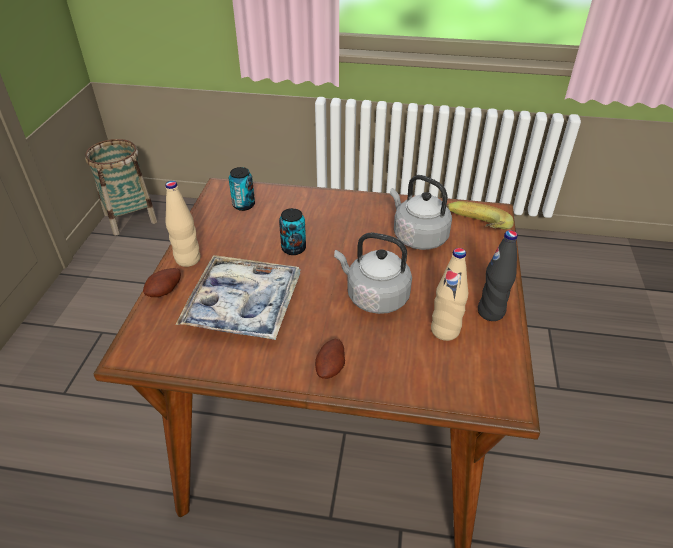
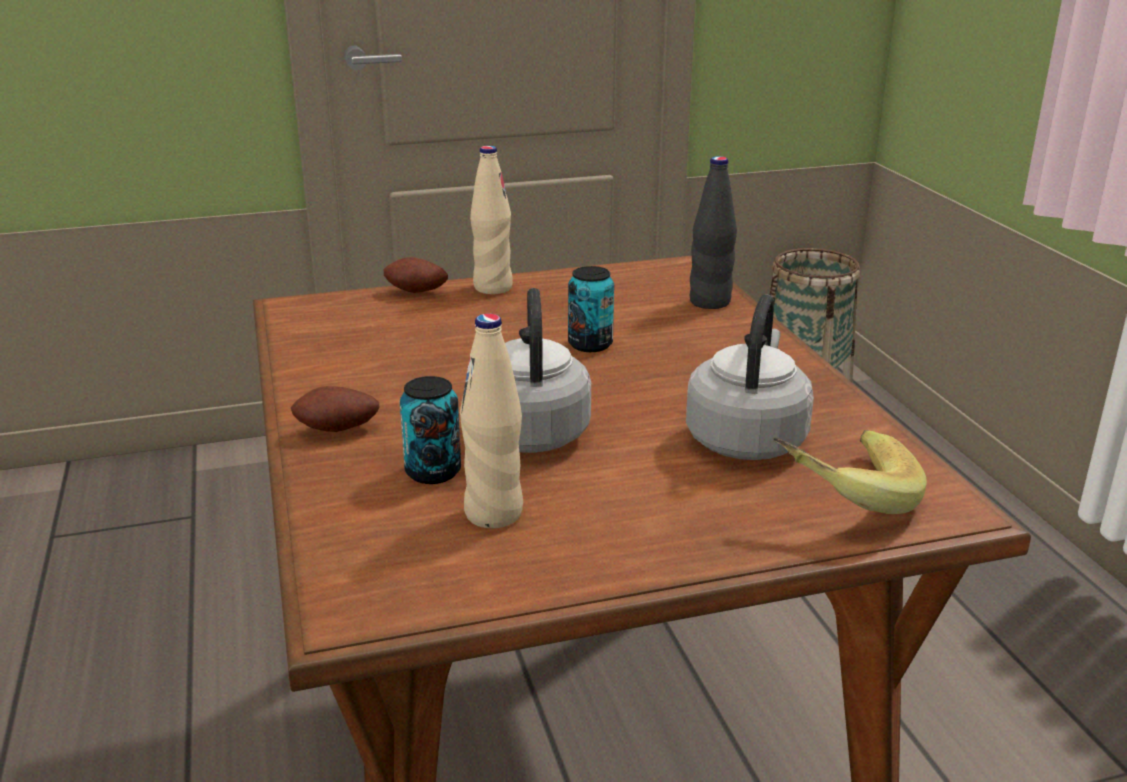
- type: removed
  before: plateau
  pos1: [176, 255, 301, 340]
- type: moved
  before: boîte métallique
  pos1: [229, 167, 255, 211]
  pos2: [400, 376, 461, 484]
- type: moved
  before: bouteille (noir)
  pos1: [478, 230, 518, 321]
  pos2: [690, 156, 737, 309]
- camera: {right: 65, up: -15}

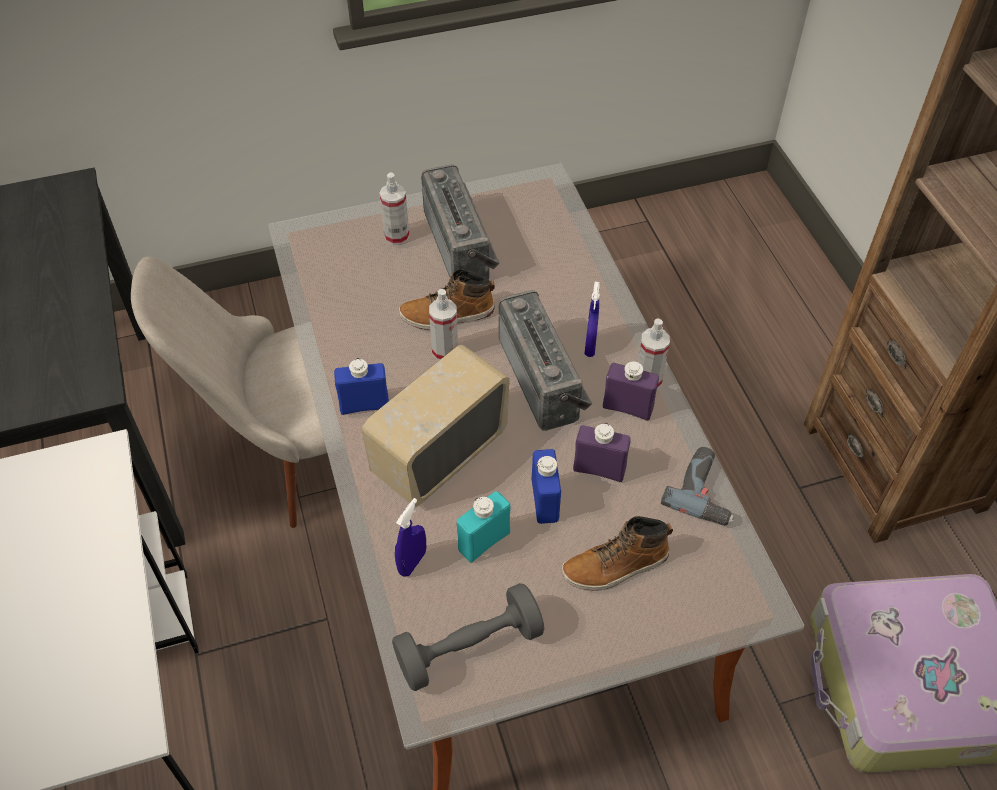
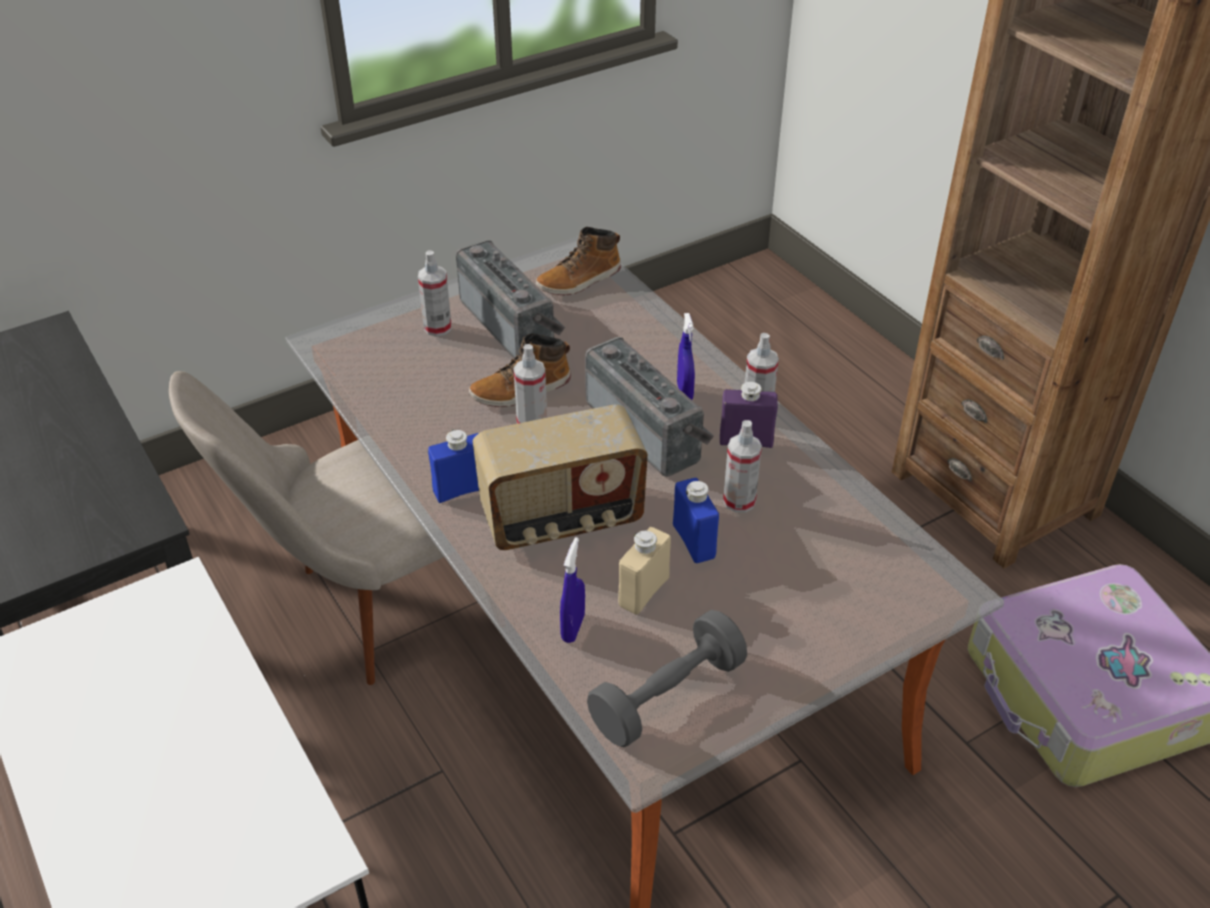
- type: turned
  before: radio
  pos1: [362, 345, 509, 507]
  pos2: [473, 404, 648, 550]
  turn: -135
- type: recoloured
  before: bouteille (turquoise)
  after: bouteille (beige)
  pos1: [457, 491, 510, 562]
  pos2: [618, 527, 671, 615]
- type: moved
  before: botte
  pos1: [561, 516, 673, 590]
  pos2: [536, 227, 621, 295]
- type: replaced
  before: bouteille (violet)
  after: vaporisateur
  pos1: [573, 423, 631, 482]
  pos2: [723, 420, 762, 513]
- type: removed
  before: perceuse
  pos1: [661, 447, 734, 526]
- camera: {right: -15, up: -10}

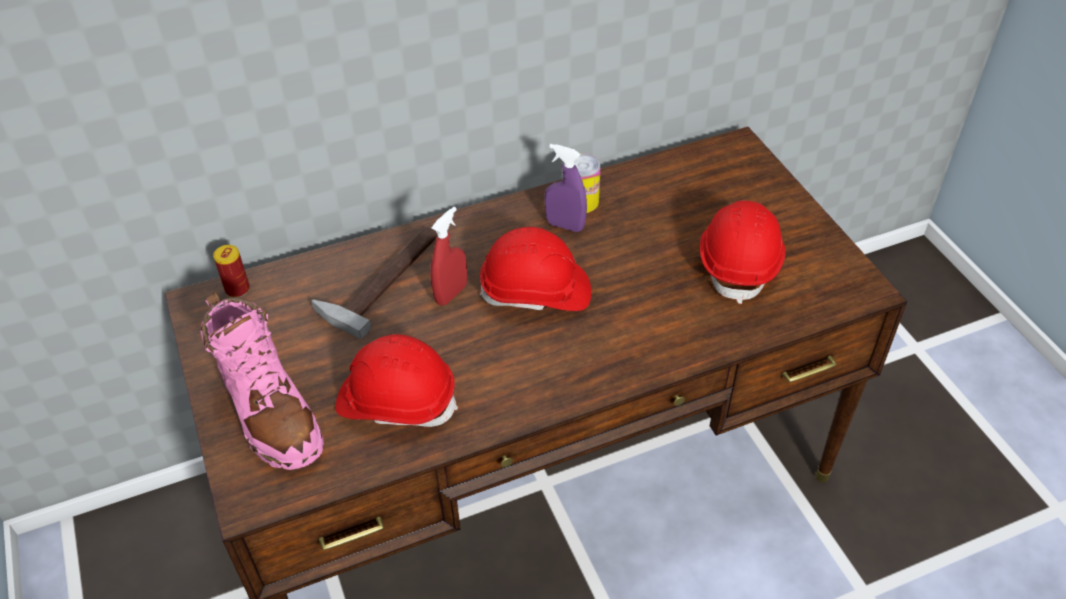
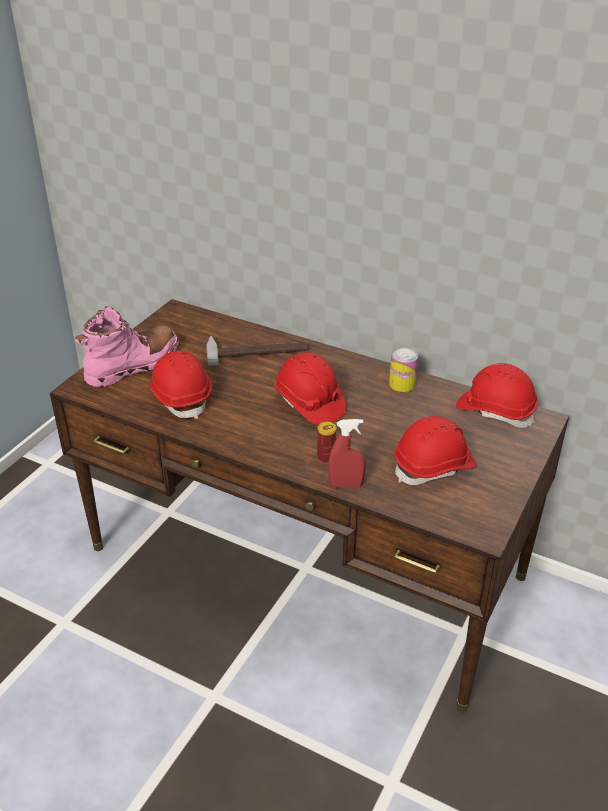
- type: turned
  before: botte (rose)
  pos1: [200, 292, 324, 470]
  pos2: [75, 306, 178, 387]
  turn: -150
- type: moved
  before: boîte métallique
  pos1: [213, 245, 250, 298]
  pos2: [317, 422, 337, 464]
- type: moved
  before: vaporisateur (rouge)
  pos1: [430, 207, 467, 306]
  pos2: [328, 419, 366, 488]
- type: removed
  before: vaporisateur (violet)
  pos1: [544, 144, 587, 232]
- type: added
  after: casque de chantier (rouge)
  pos2: [456, 363, 538, 428]
- camera: {right: 50, up: -10}

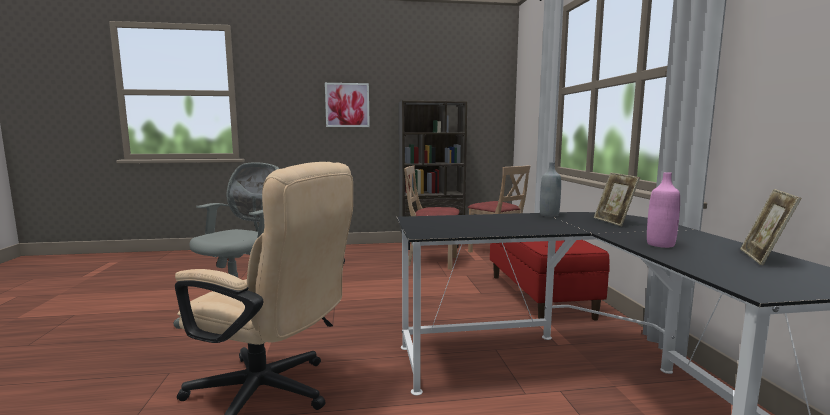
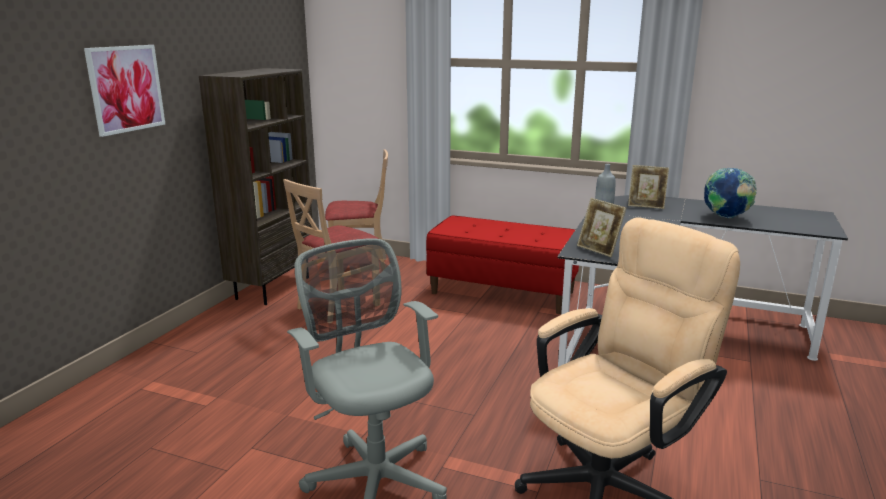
- type: replaced
  before: bouteille (rose)
  after: globe
  pos1: [647, 172, 680, 248]
  pos2: [704, 168, 757, 218]
- type: moved
  before: cadre photo
  pos1: [740, 189, 802, 265]
  pos2: [577, 198, 626, 257]
- camera: {right: -60, up: 10}

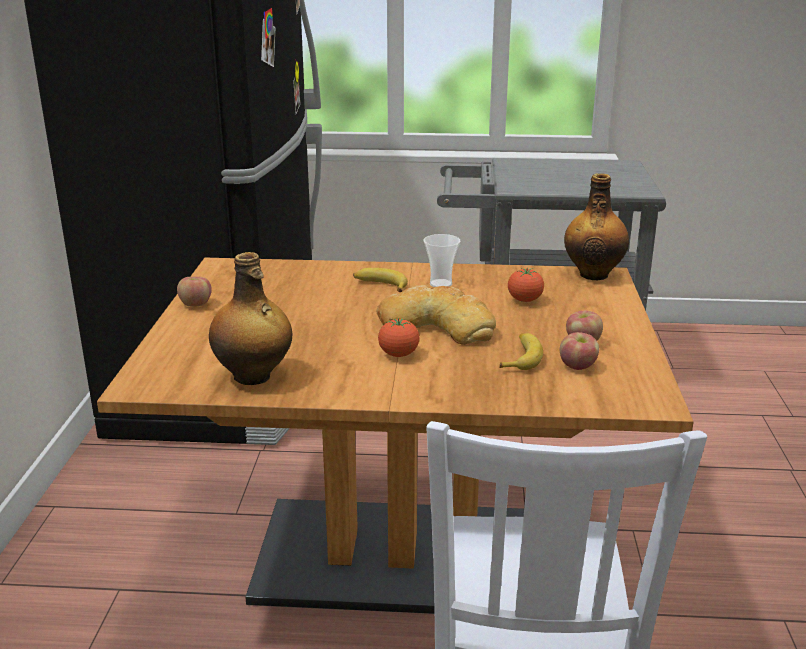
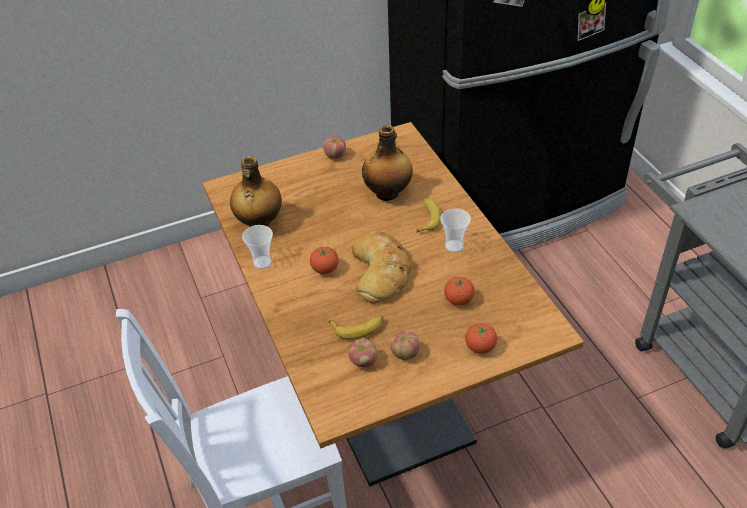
- type: moved
  before: bouteille
  pos1: [564, 173, 629, 280]
  pos2: [362, 125, 413, 201]
- type: added
  after: tasse
  pos2: [242, 225, 273, 269]
- type: added
  after: tomate
  pos2: [465, 323, 497, 354]
- camera: {right: 65, up: 20}

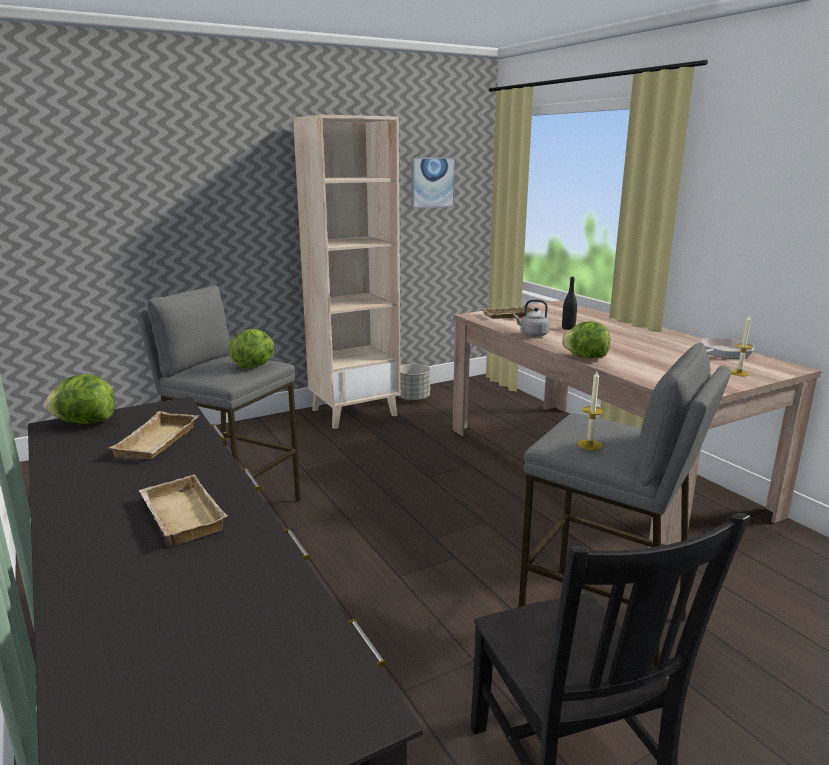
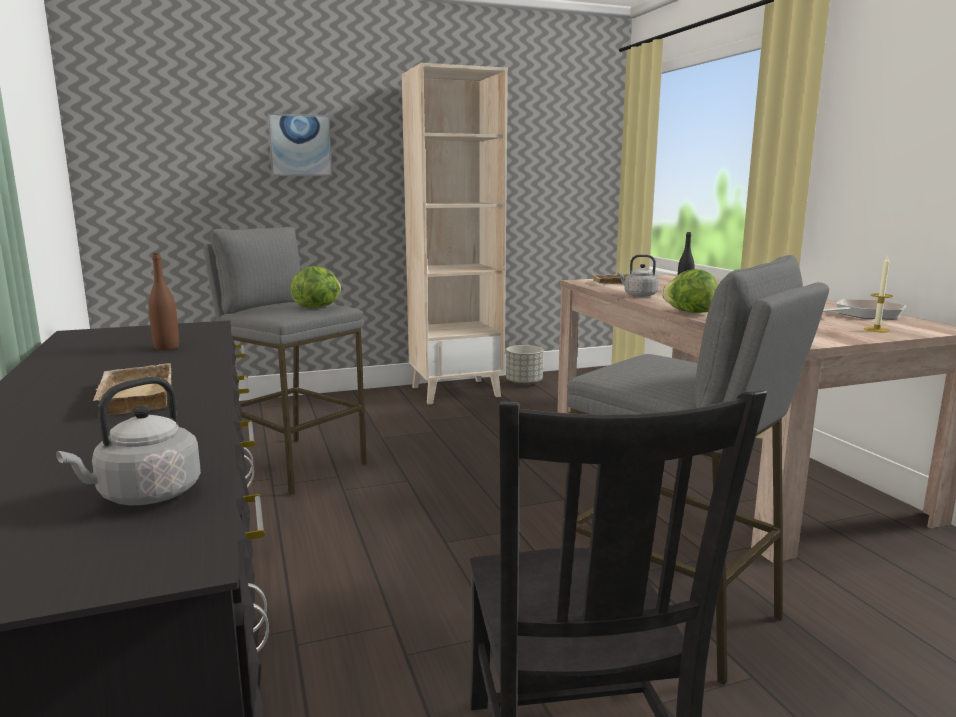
- type: removed
  before: laitue
  pos1: [45, 374, 115, 424]
- type: replaced
  before: plateau (beige)
  after: bouteille (marron)
  pos1: [109, 411, 199, 459]
  pos2: [148, 253, 179, 350]
- type: moved
  before: tableau
  pos1: [411, 157, 455, 209]
  pos2: [268, 113, 332, 176]
- type: removed
  before: bougie
  pos1: [577, 371, 604, 450]
- type: added
  after: bouilloire (gris)
  pos2: [56, 377, 201, 505]
- camera: {right: 10, up: -5}

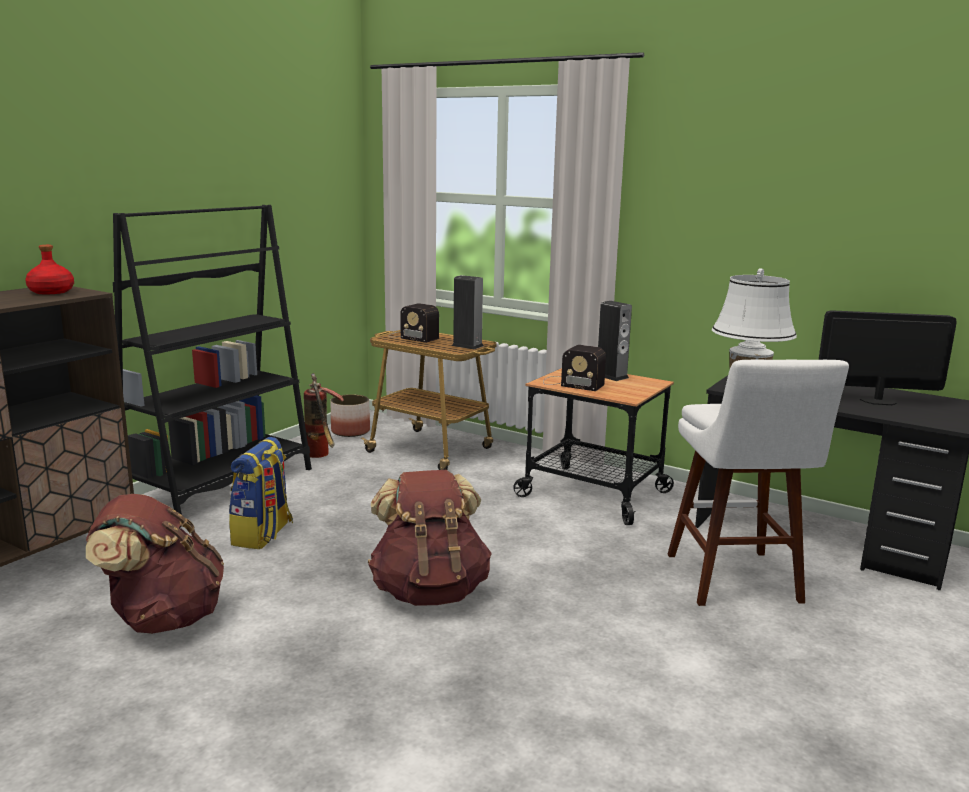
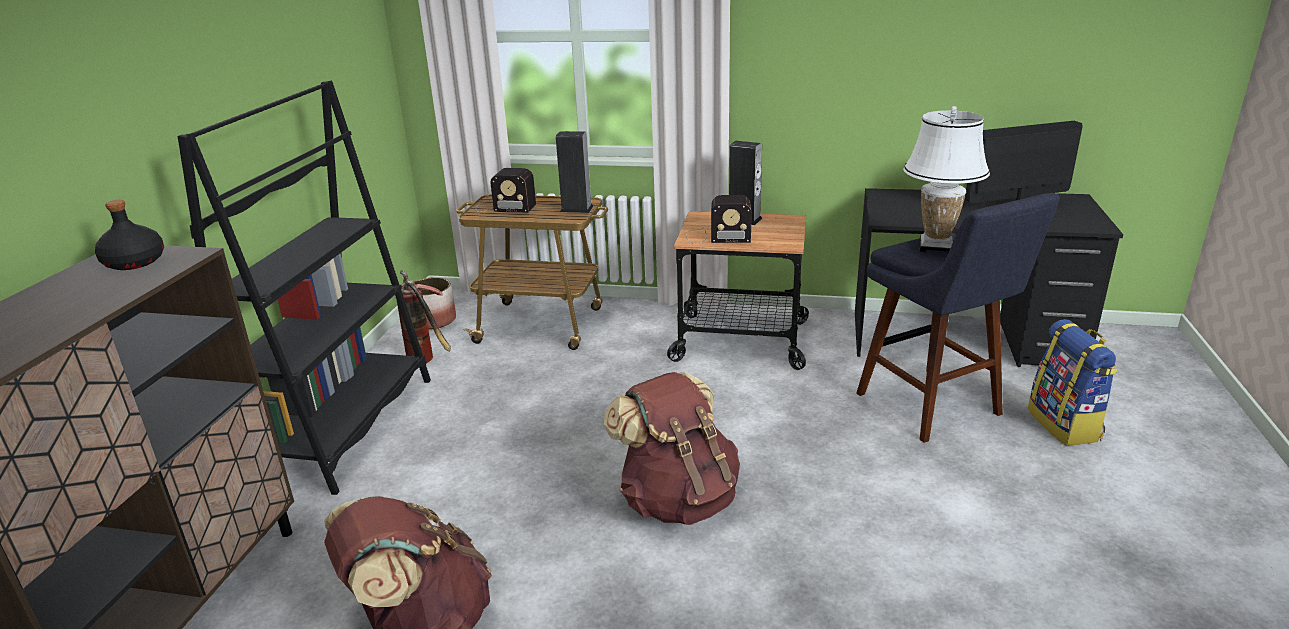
- type: recoloured
  before: bouteille (rouge)
  after: bouteille (noir)
  pos1: [25, 245, 74, 294]
  pos2: [95, 200, 164, 270]
- type: moved
  before: sac à dos
  pos1: [229, 437, 293, 549]
  pos2: [1028, 319, 1118, 446]
- type: recoloured
  before: tabouret (blanc)
  after: tabouret (bleu)
  pos1: [667, 360, 849, 606]
  pos2: [856, 193, 1060, 443]
- camera: {right: -20, up: 10}

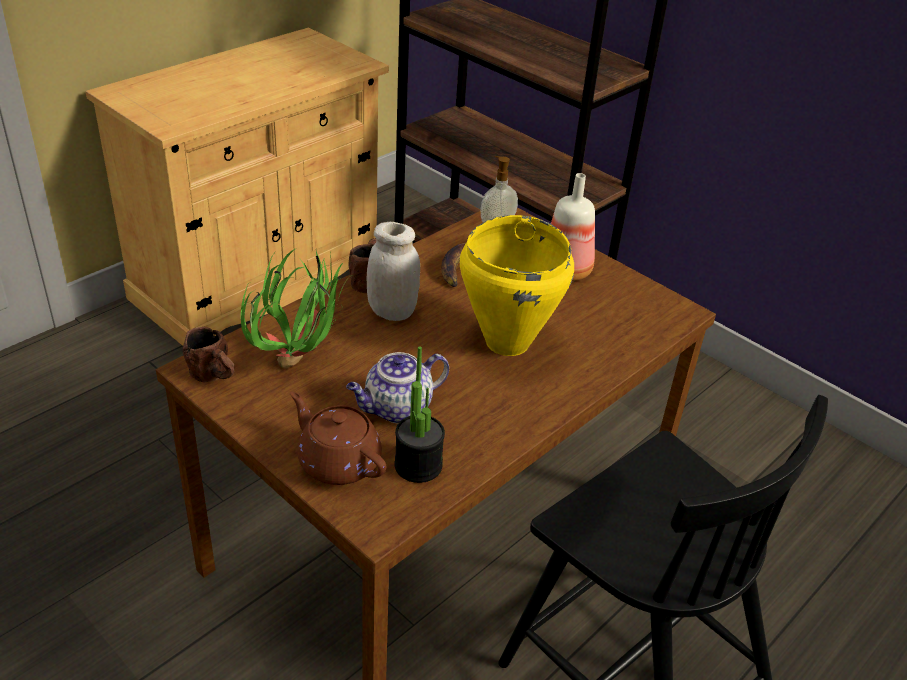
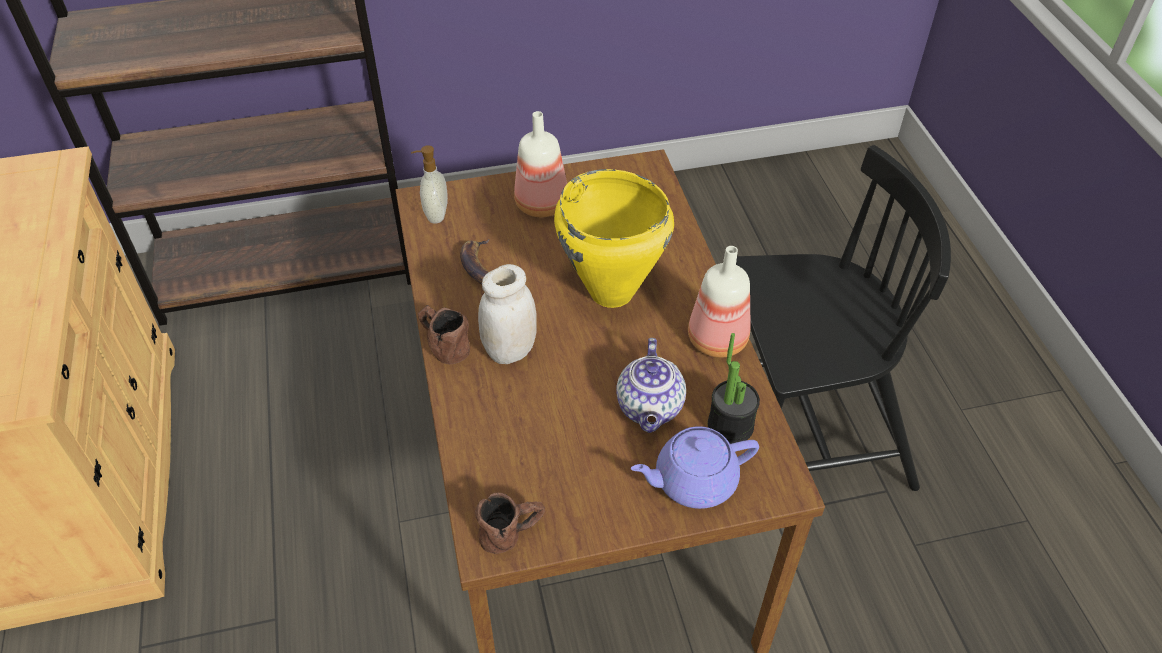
- type: removed
  before: plante en pot
  pos1: [241, 246, 353, 369]
- type: recoloured
  before: théière (marron)
  after: théière (violet)
  pos1: [290, 391, 387, 485]
  pos2: [631, 426, 759, 509]
- type: added
  after: bouteille
  pos2: [688, 246, 751, 358]
- camera: {right: -55, up: 10}

